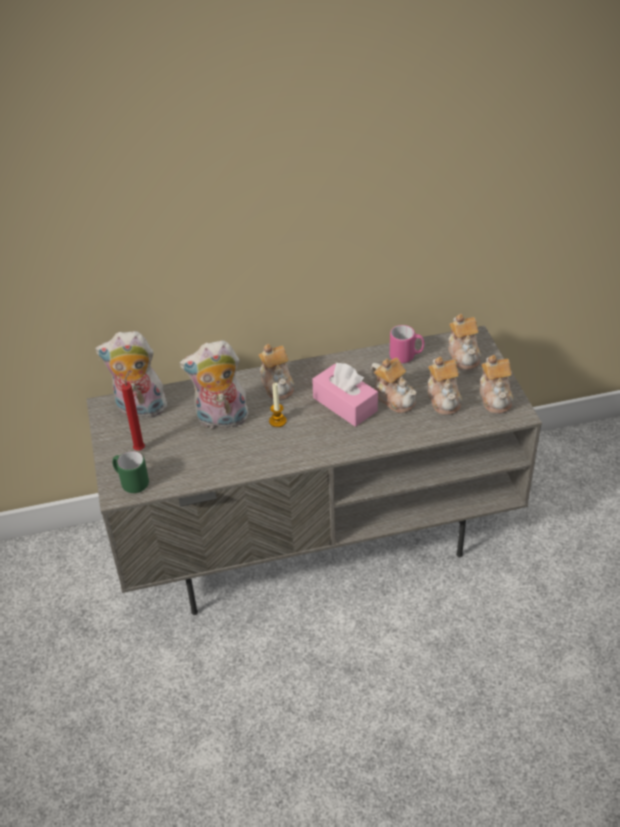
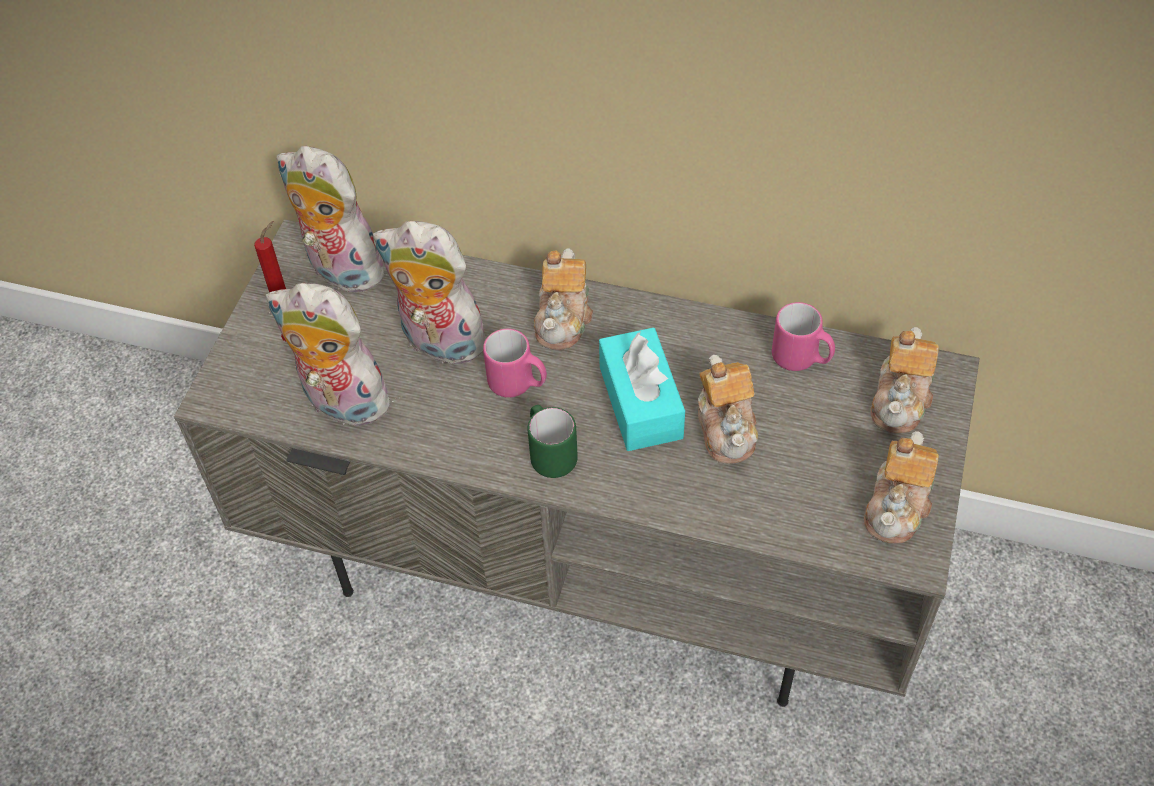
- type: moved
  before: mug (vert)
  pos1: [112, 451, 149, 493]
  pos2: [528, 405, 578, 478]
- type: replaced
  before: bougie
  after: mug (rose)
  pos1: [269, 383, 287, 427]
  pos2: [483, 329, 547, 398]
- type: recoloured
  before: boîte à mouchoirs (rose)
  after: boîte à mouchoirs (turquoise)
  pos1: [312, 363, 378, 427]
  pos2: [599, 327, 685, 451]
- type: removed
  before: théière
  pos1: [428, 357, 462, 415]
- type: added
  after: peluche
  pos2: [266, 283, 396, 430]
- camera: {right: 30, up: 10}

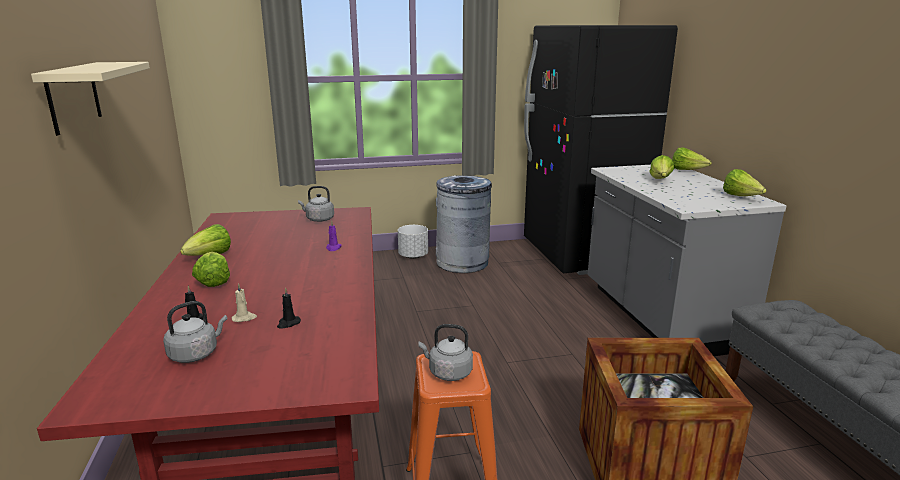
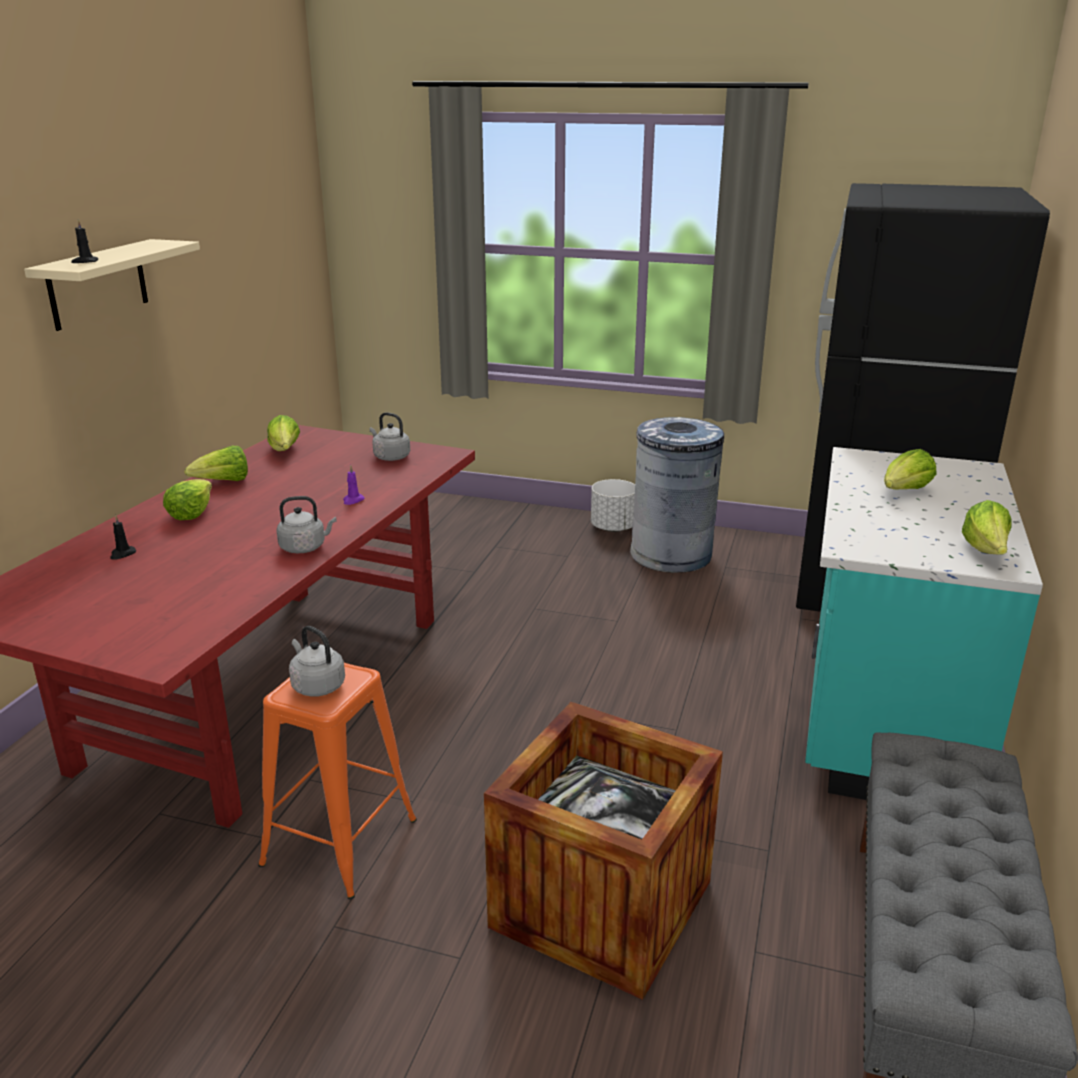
- type: moved
  before: bouilloire (gris)
  pos1: [163, 301, 227, 363]
  pos2: [276, 496, 337, 553]
- type: removed
  before: bougie (beige)
  pos1: [232, 283, 257, 322]
- type: moved
  before: bougie (noir)
  pos1: [277, 287, 301, 329]
  pos2: [71, 219, 98, 263]
- type: recoloured
  before: comptoir de cuisine (gris)
  after: comptoir de cuisine (turquoise)
  pos1: [588, 165, 787, 356]
  pos2: [805, 447, 1043, 800]
- type: moved
  before: laitue
  pos1: [672, 148, 711, 170]
  pos2: [267, 415, 300, 451]
- camera: {right: 30, up: 5}

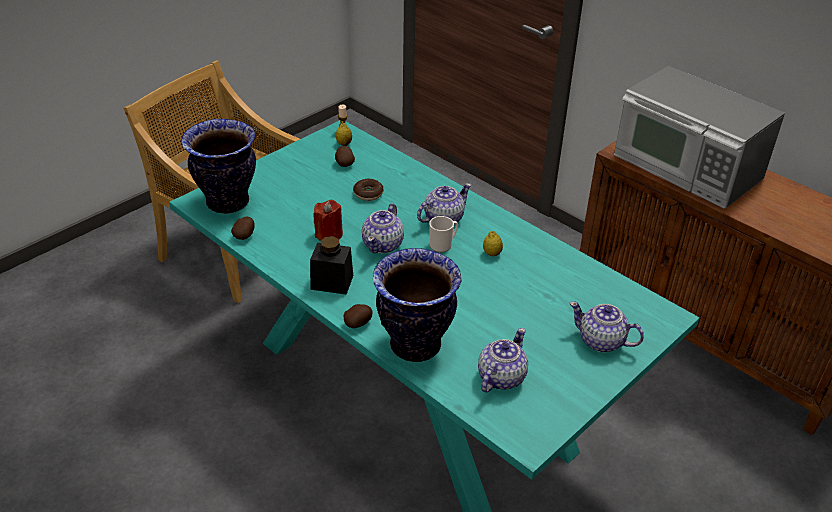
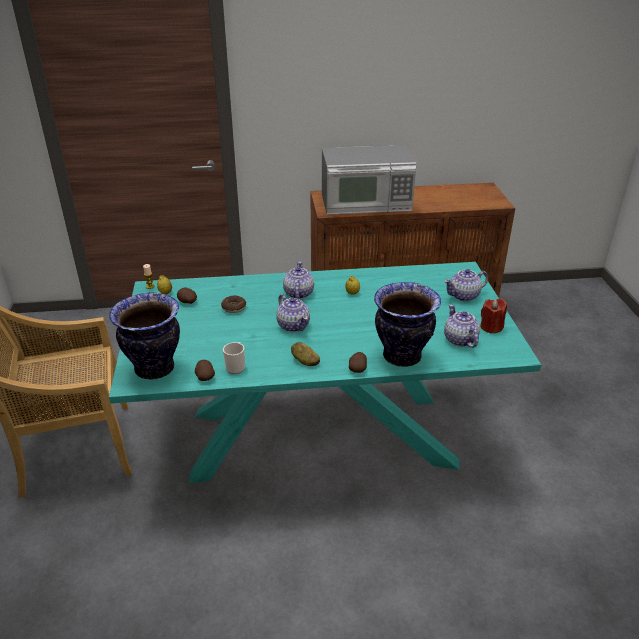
- type: replaced
  before: bocal (noir)
  after: pomme de terre
  pos1: [310, 236, 353, 295]
  pos2: [291, 342, 320, 366]
- type: moved
  before: bougie (rouge)
  pos1: [314, 200, 343, 241]
  pos2: [480, 298, 507, 334]
- type: moved
  before: mug
  pos1: [429, 216, 458, 252]
  pos2: [223, 342, 245, 374]
- camera: {right: -50, up: -5}

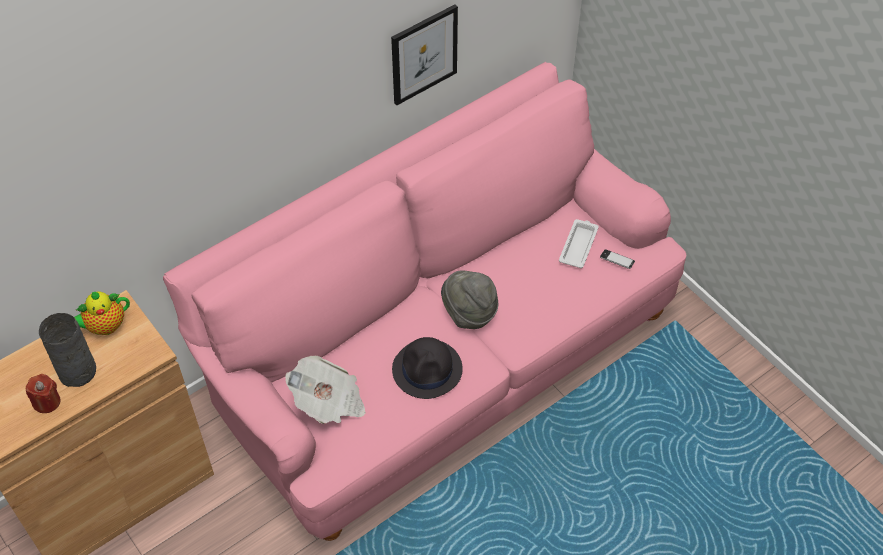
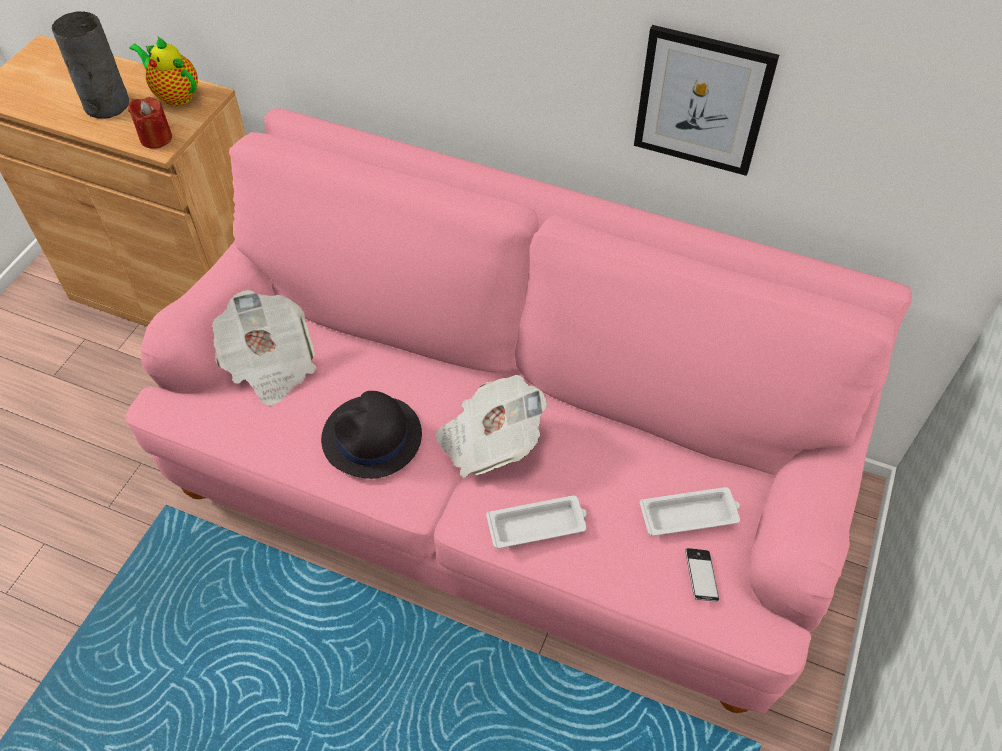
- type: moved
  before: bougie (rouge)
  pos1: [26, 374, 61, 413]
  pos2: [128, 97, 172, 149]
- type: replaced
  before: chapeau (gris)
  after: journal
  pos1: [441, 270, 498, 329]
  pos2: [435, 375, 547, 478]
- type: added
  after: plateau (blanc)
  pos2: [486, 496, 587, 549]
- camera: {right: 60, up: 0}

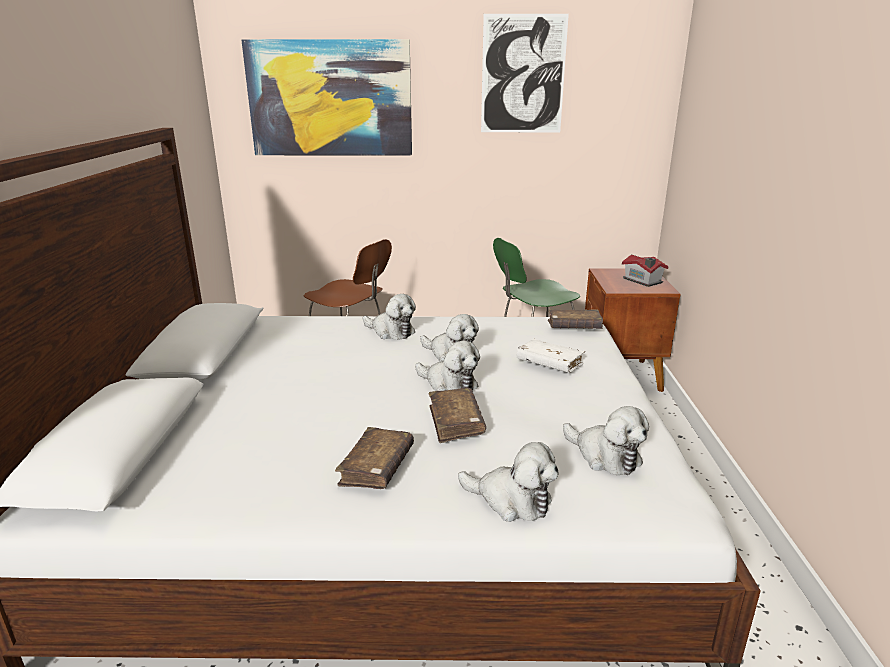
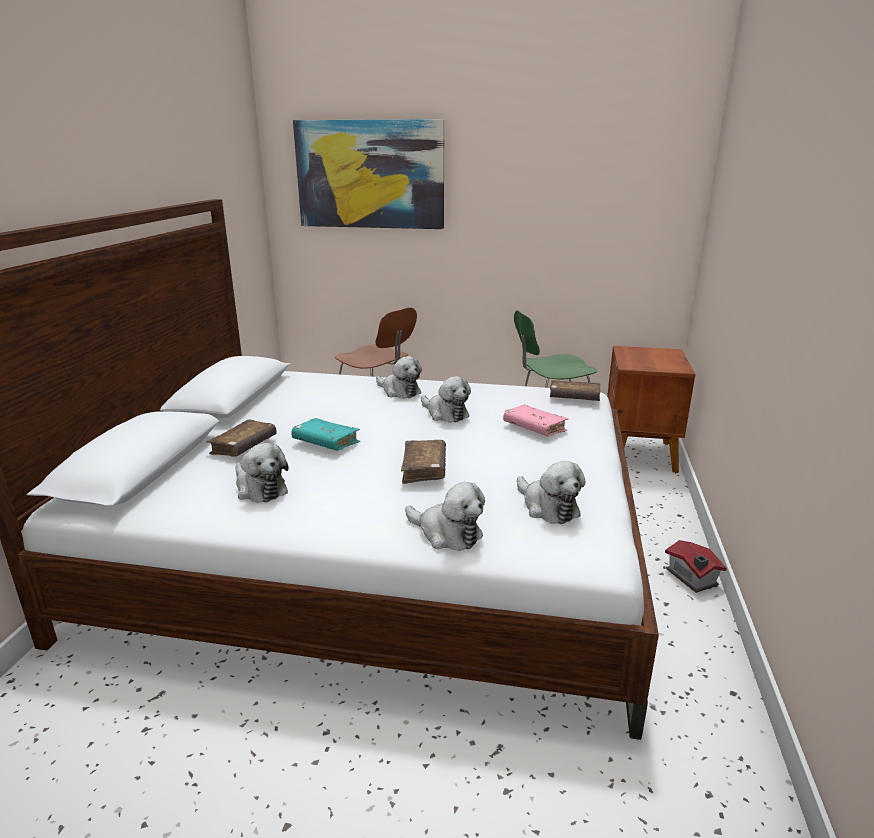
- type: moved
  before: livre (marron)
  pos1: [335, 427, 414, 489]
  pos2: [206, 419, 276, 457]
- type: moved
  before: peluche
  pos1: [415, 341, 480, 391]
  pos2: [236, 443, 289, 503]
- type: removed
  before: tableau
  pos1: [481, 14, 569, 132]
- type: recoloured
  before: livre (blanc)
  after: livre (rose)
  pos1: [517, 339, 585, 373]
  pos2: [503, 404, 569, 437]
- type: moved
  before: maison miniature
  pos1: [622, 255, 669, 287]
  pos2: [665, 540, 727, 593]
- type: added
  after: livre (turquoise)
  pos2: [291, 418, 360, 451]
- camera: {right: 10, up: 0}

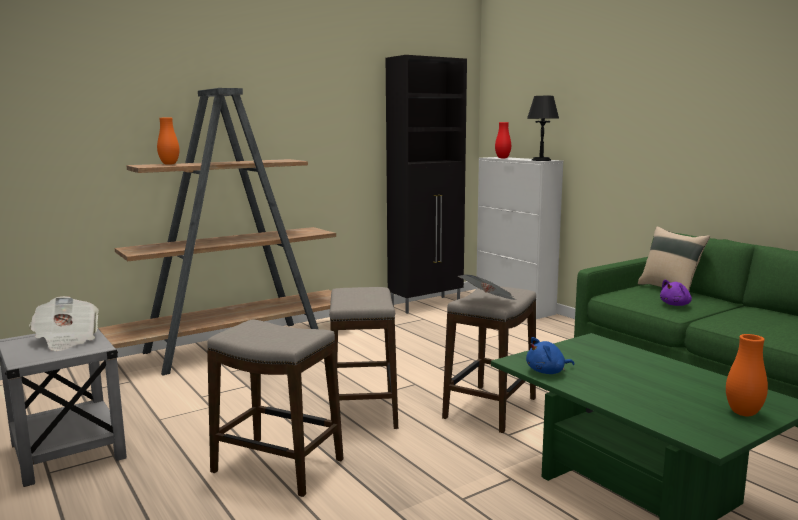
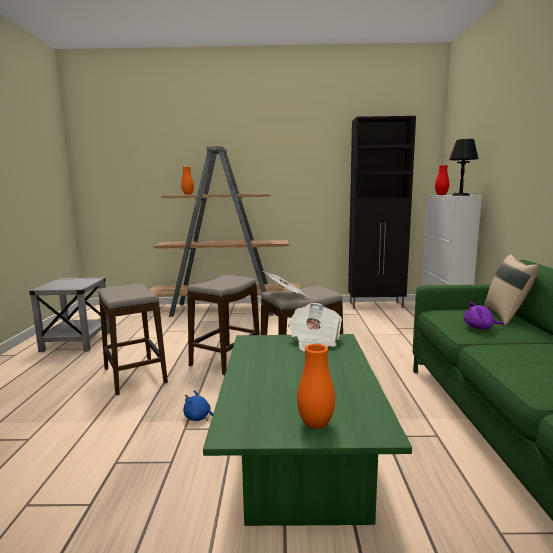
- type: moved
  before: journal
  pos1: [29, 296, 99, 351]
  pos2: [288, 303, 342, 352]
- type: moved
  before: peluche (bleu)
  pos1: [526, 337, 574, 374]
  pos2: [183, 390, 213, 421]
- camera: {right: 35, up: 0}

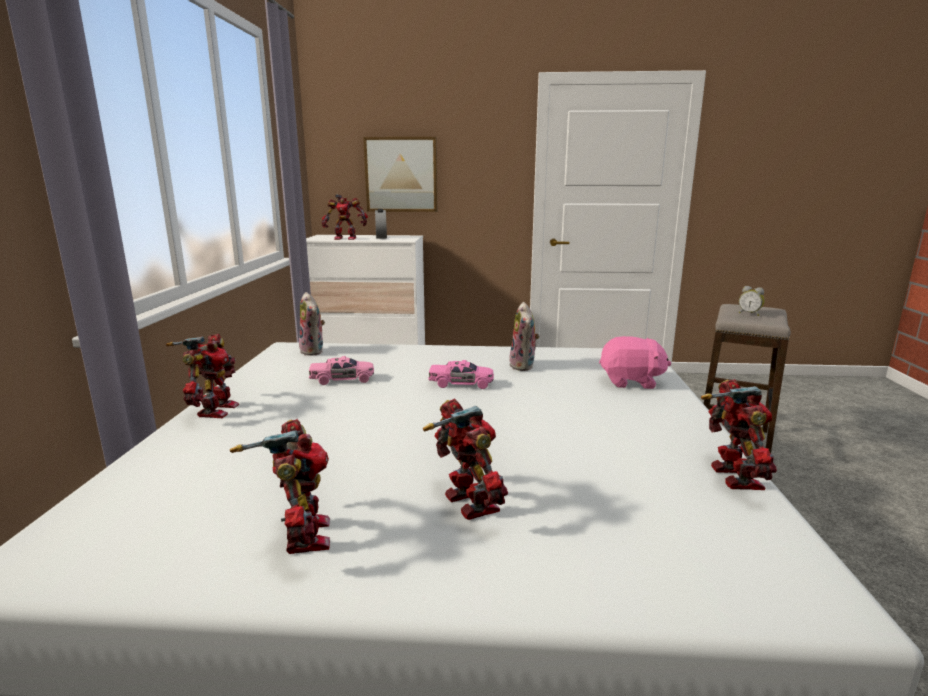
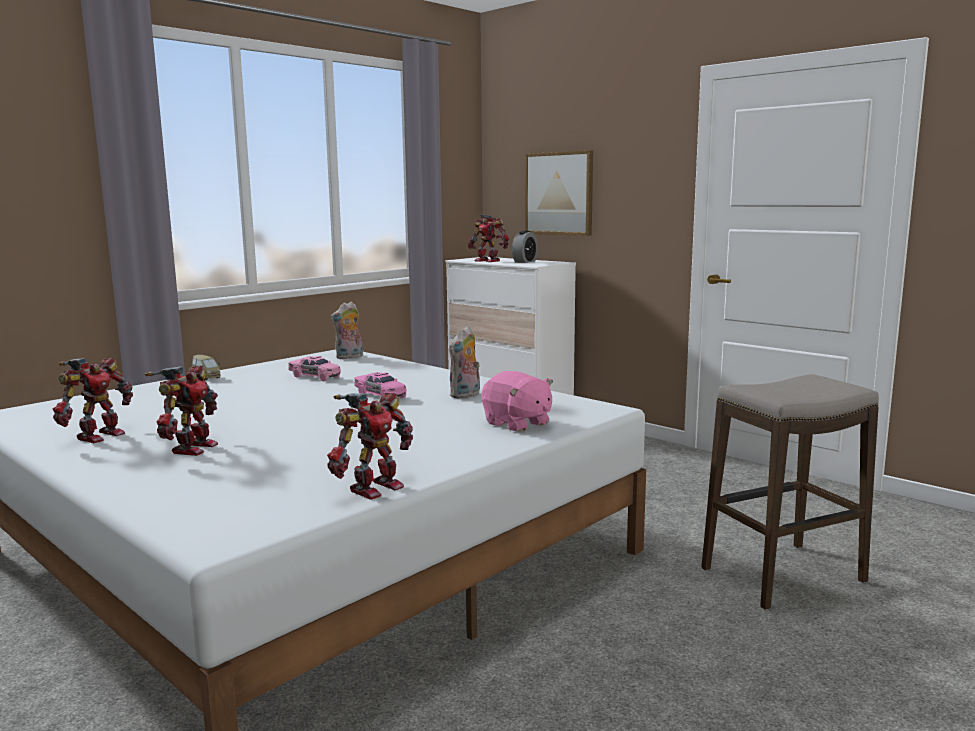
- type: replaced
  before: robot jouet
  after: petite voiture
  pos1: [166, 334, 239, 418]
  pos2: [192, 355, 221, 381]
- type: turned
  before: peluche
  pos1: [299, 292, 325, 356]
  pos2: [330, 302, 363, 359]
  turn: 45
- type: removed
  before: réveil
  pos1: [739, 286, 765, 316]
- camera: {right: 40, up: -5}

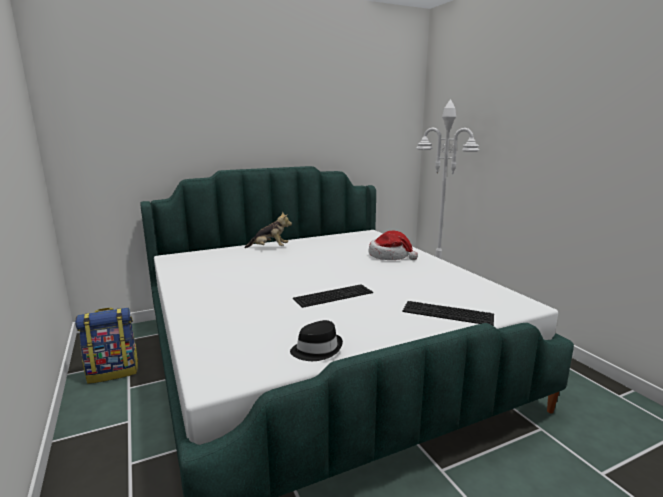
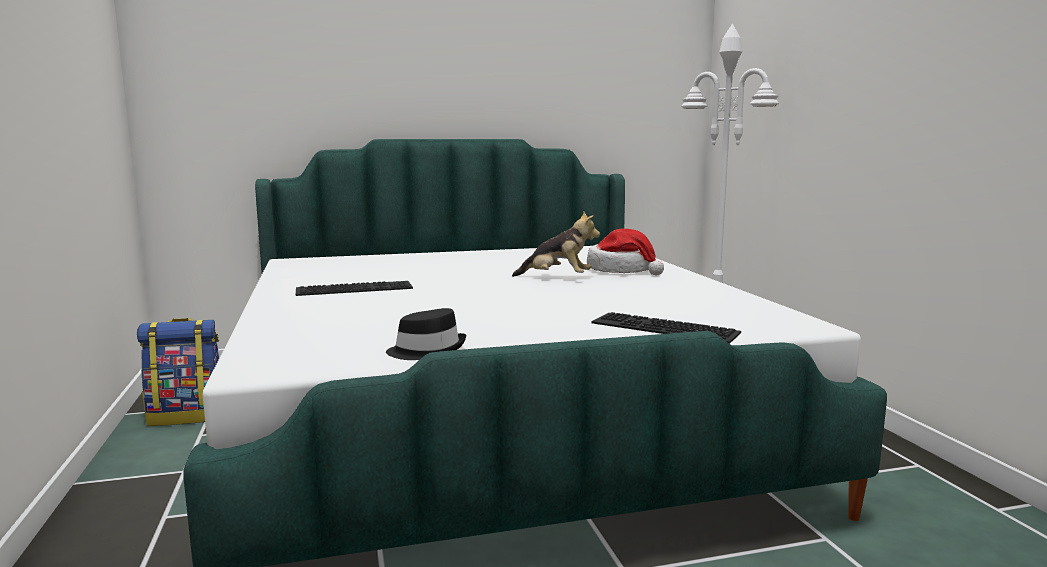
- type: moved
  before: peluche
  pos1: [244, 211, 292, 248]
  pos2: [512, 212, 600, 277]
- type: moved
  before: clavier
  pos1: [293, 284, 373, 308]
  pos2: [296, 281, 413, 296]
- camera: {right: 10, up: -5}

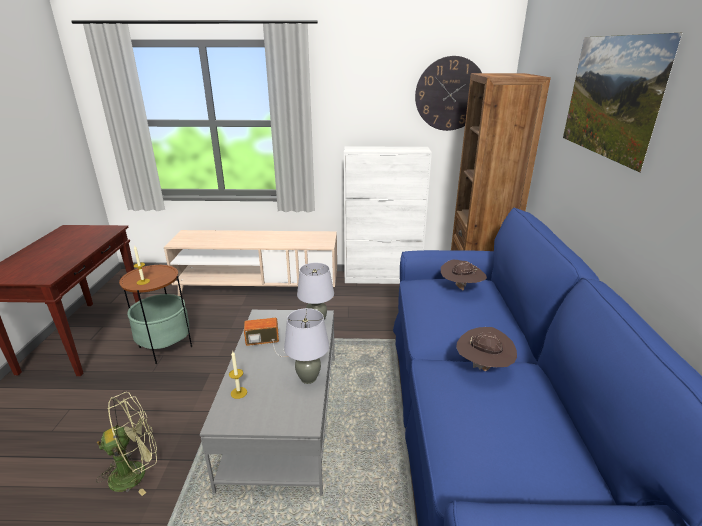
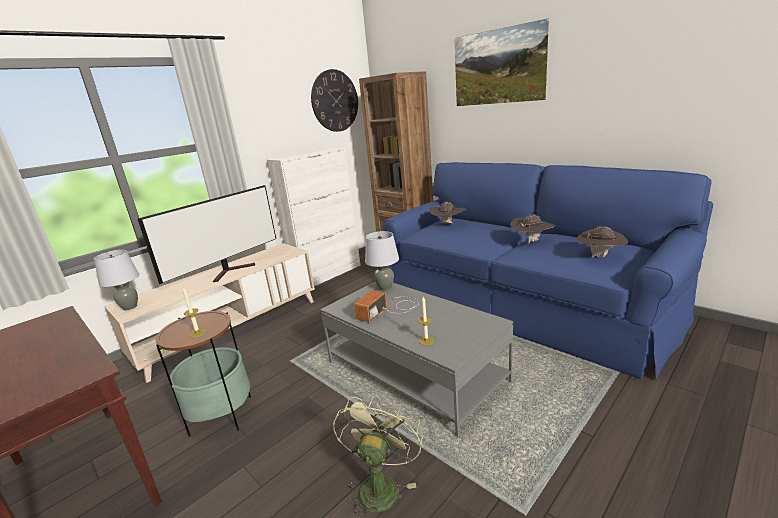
- type: moved
  before: lampe de table (gris)
  pos1: [284, 308, 329, 384]
  pos2: [94, 250, 139, 311]
- type: added
  after: téléviseur
  pos2: [138, 185, 276, 284]
- type: added
  after: chapeau (marron)
  pos2: [577, 226, 628, 258]
- camera: {right: -45, up: -5}

